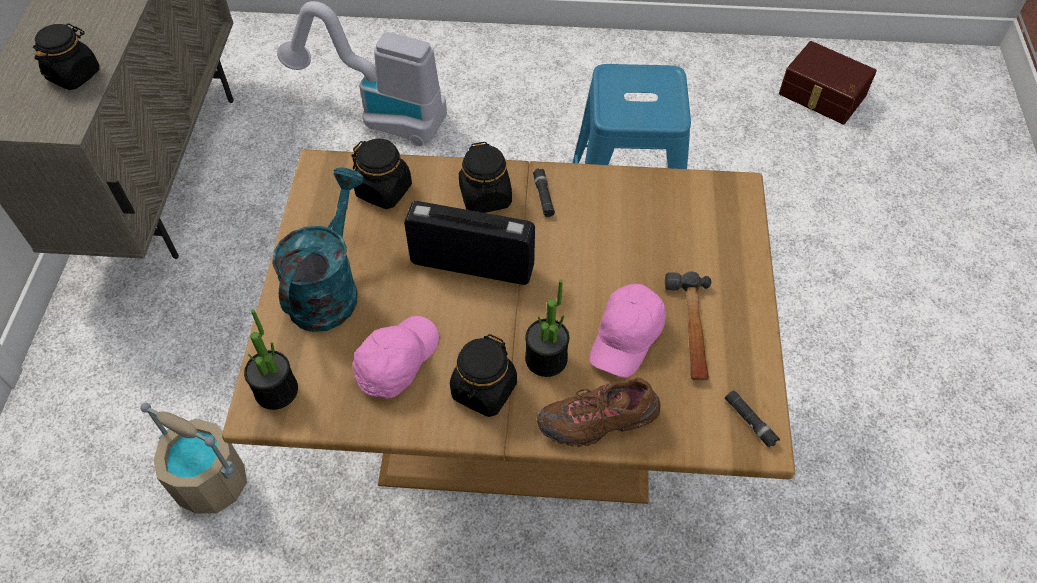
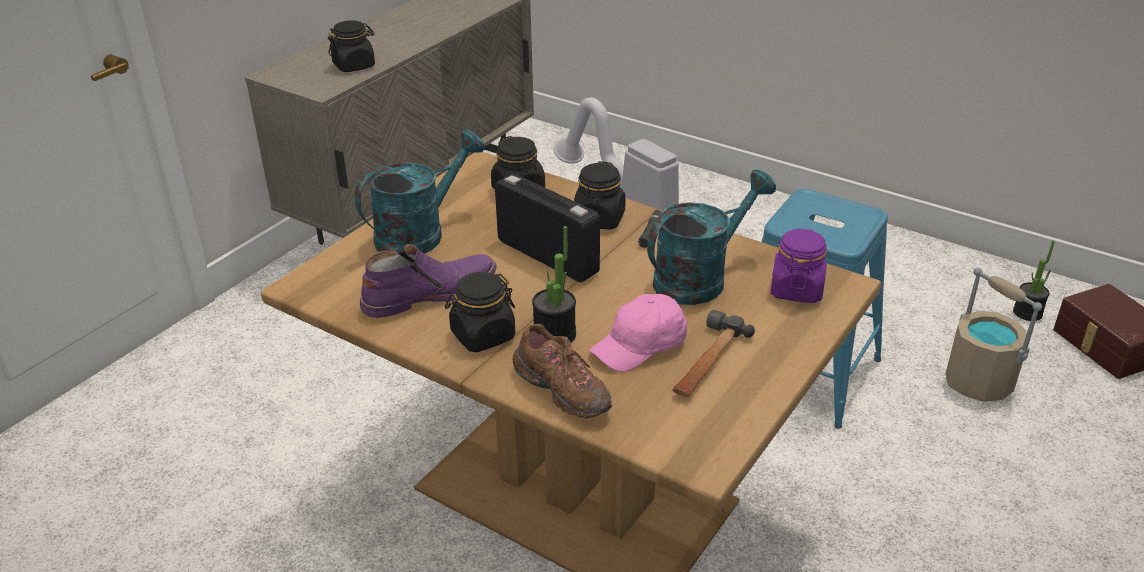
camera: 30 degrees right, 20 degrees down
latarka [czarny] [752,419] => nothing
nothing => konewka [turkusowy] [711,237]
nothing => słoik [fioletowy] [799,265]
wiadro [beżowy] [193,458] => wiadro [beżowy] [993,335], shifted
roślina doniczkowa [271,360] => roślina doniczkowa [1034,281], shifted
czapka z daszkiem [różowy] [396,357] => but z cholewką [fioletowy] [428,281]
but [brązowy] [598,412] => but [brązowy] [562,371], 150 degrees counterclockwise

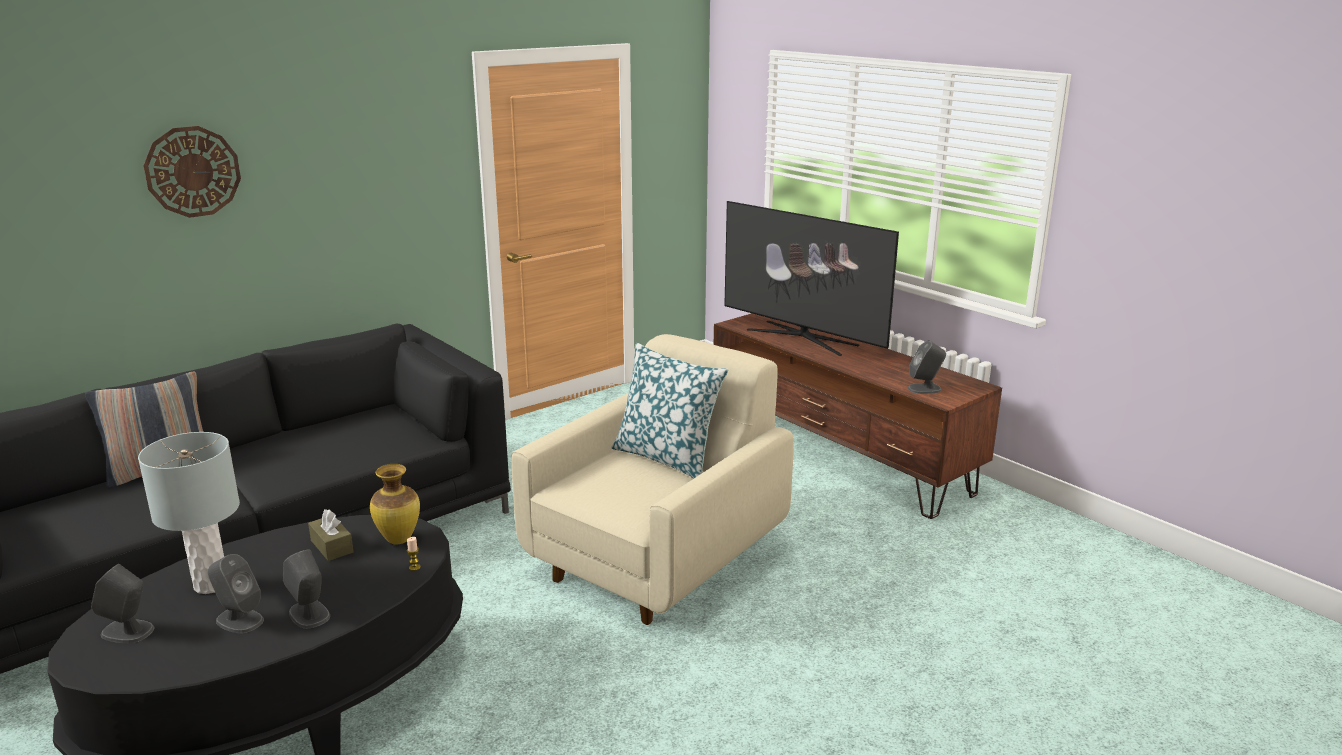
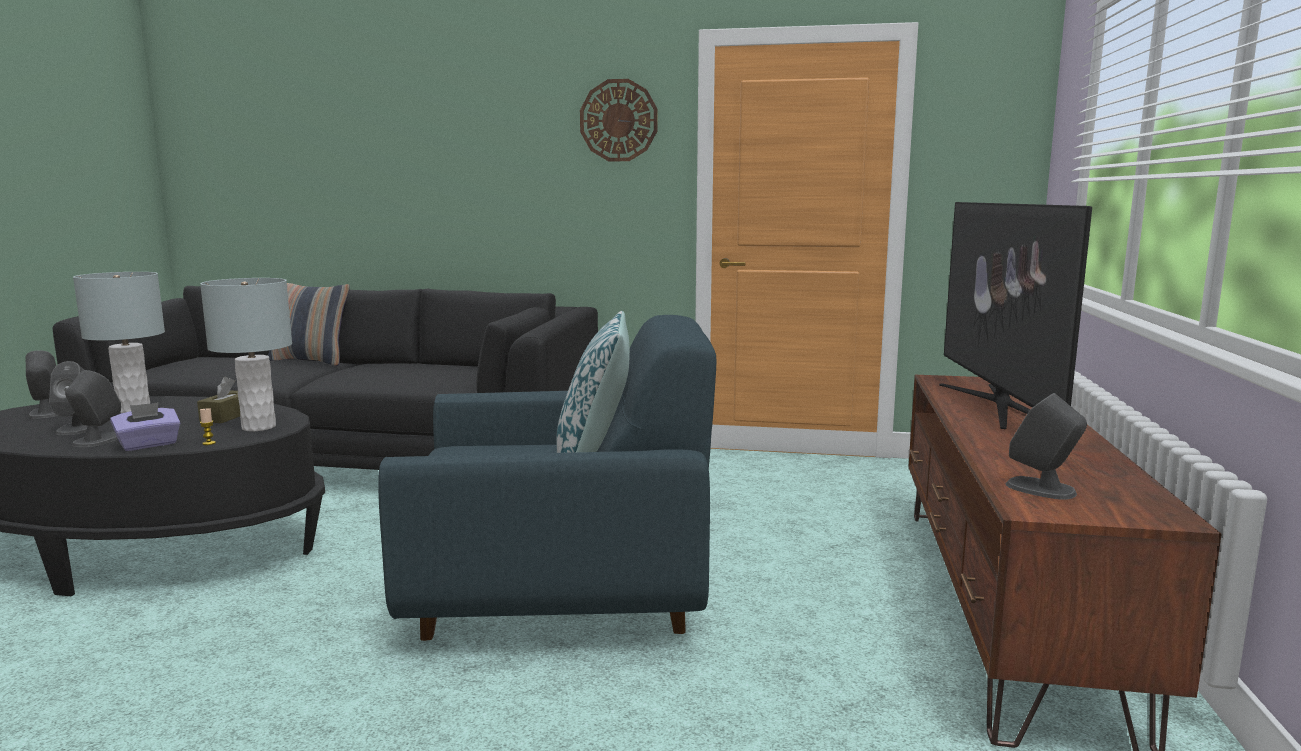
camera: 50 degrees right, 10 degrees down
nothing => pudełko chusteczek [fioletowy] [145,426]
zegar ścienny [192,172] => zegar ścienny [619,120], shifted
wazon [395,504] => lampa stołowa [szary] [246,354]
fotel [beżowy] [652,479] => fotel [niebieski] [547,478]

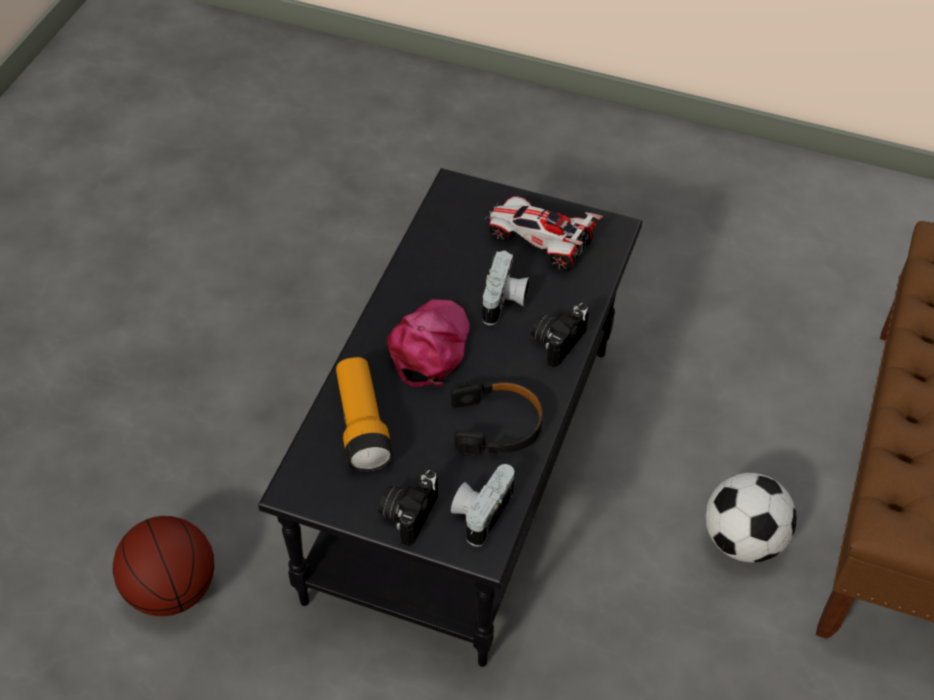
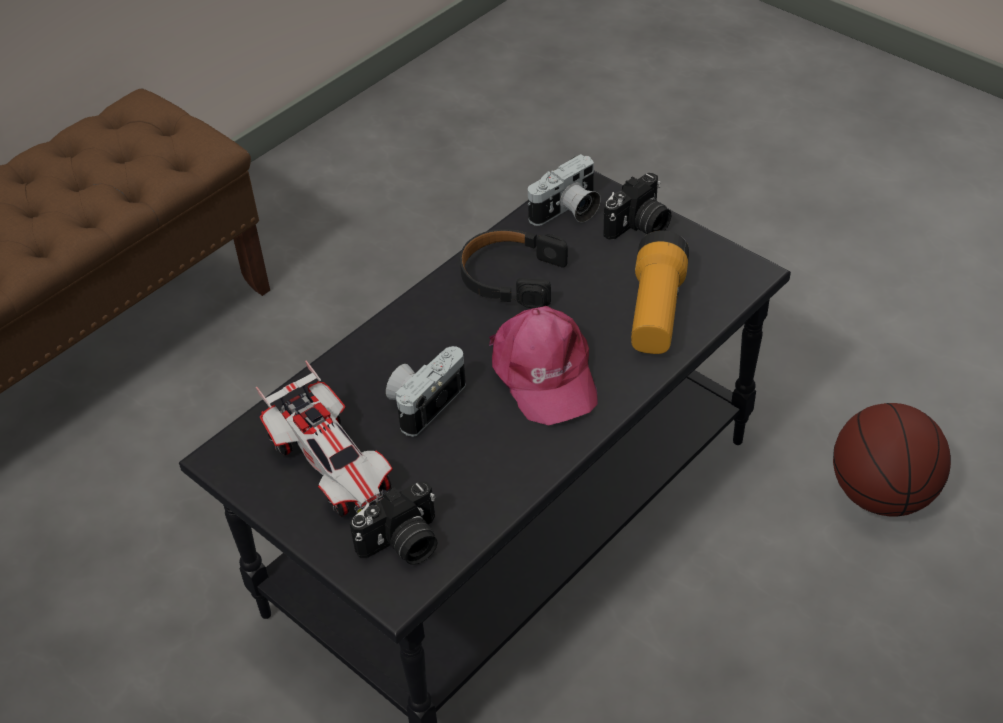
camera: 155 degrees left, 5 degrees down
piłka futbolowa [751,517] => nothing
aparat fotograficzny [560,335] => aparat fotograficzny [393,523], shifted
czapka z daszkiem [różowy] [428,343] => czapka z daszkiem [różowy] [543,365], 60 degrees counterclockwise

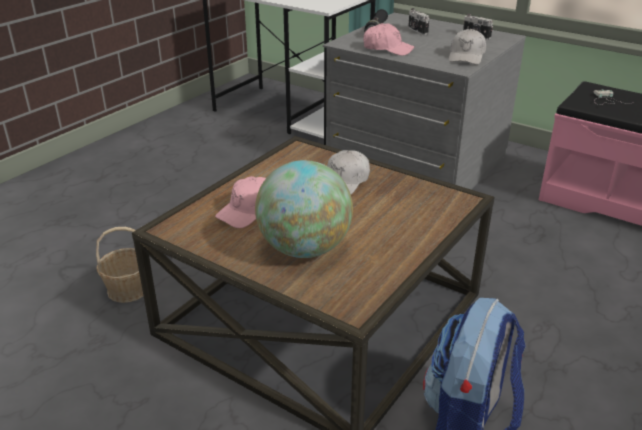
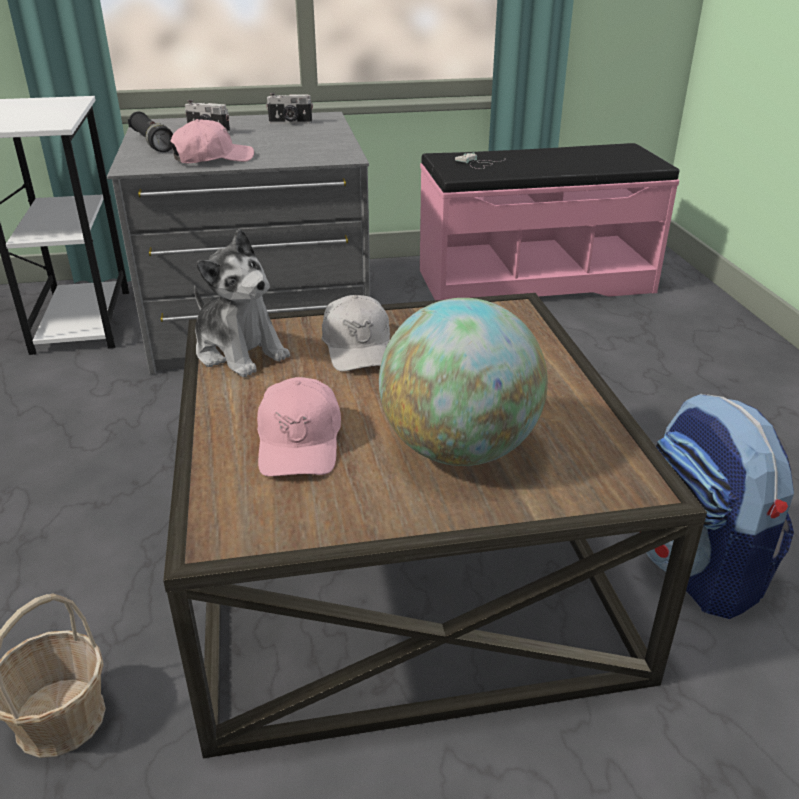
camera: 45 degrees left, 0 degrees up
czapka z daszkiem [biały] [467,47] => nothing
nothing => pluszak [242,303]

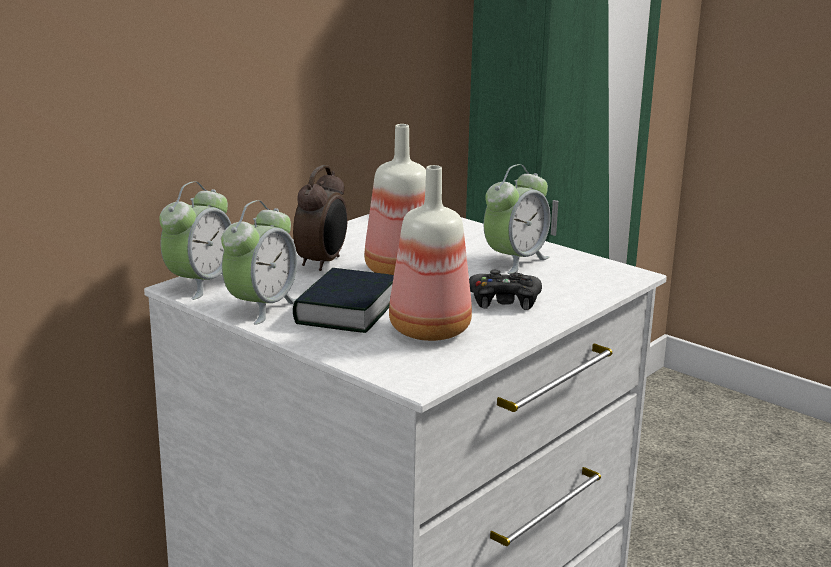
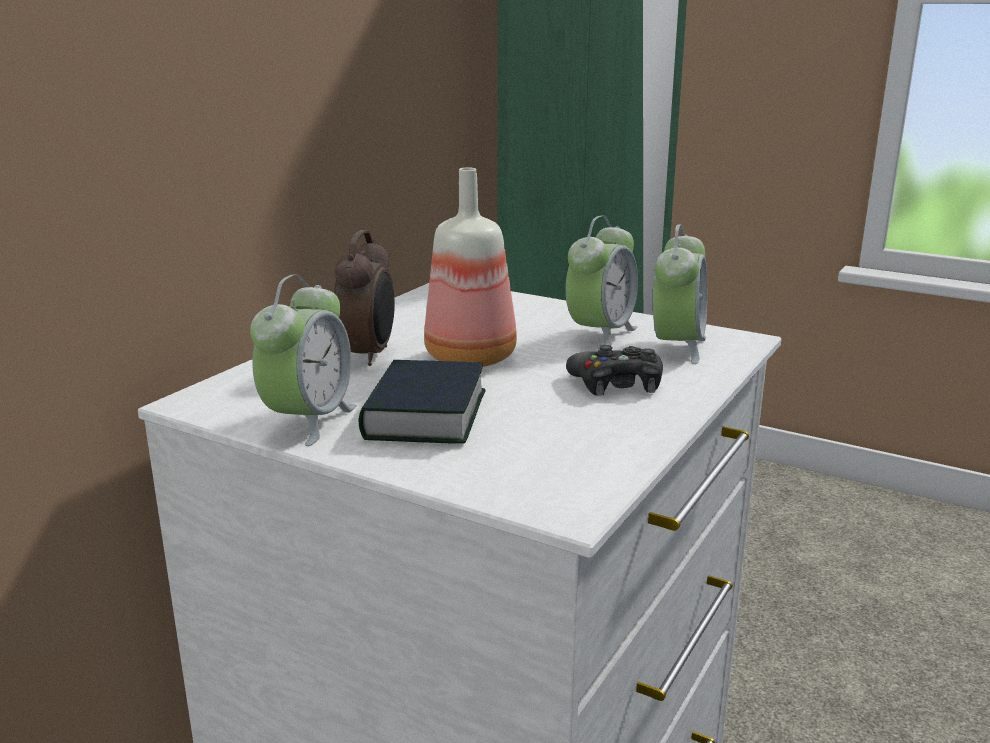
camera: 10 degrees left, 0 degrees up
butelka [430,253] => nothing
budzik [195,240] => budzik [680,294], shifted

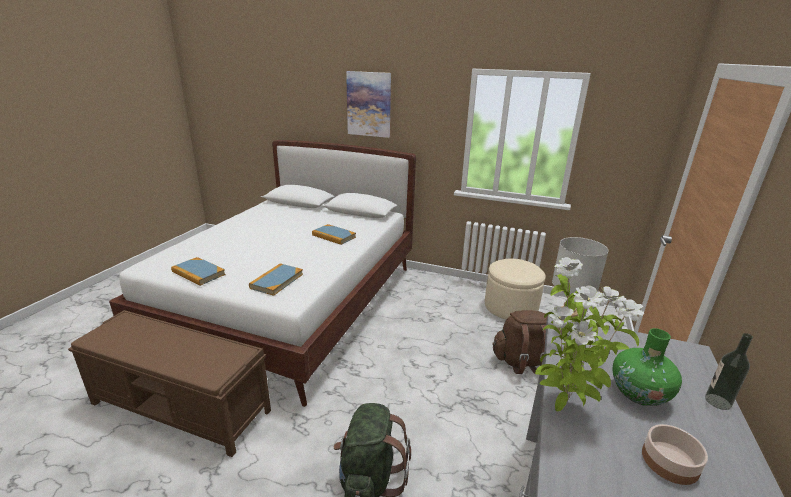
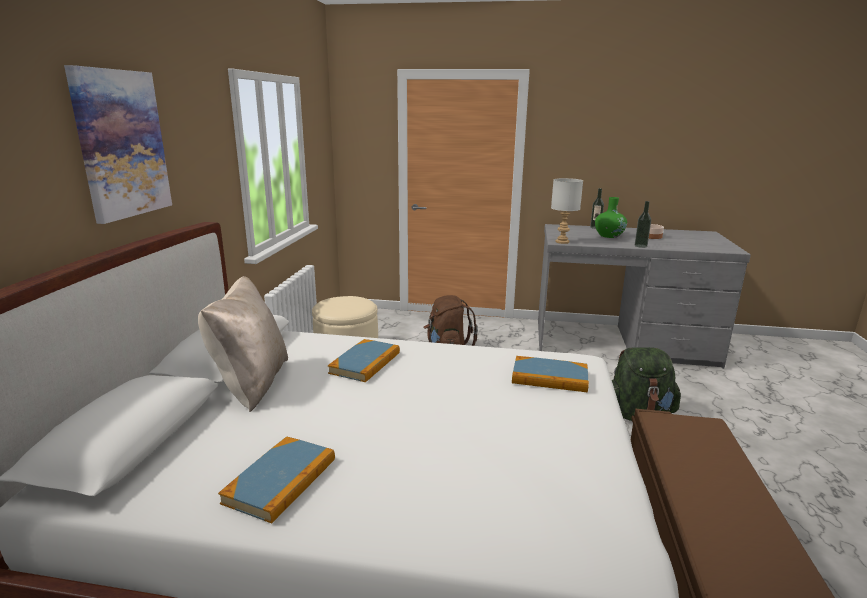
camera: 100 degrees left, 5 degrees down
nothing => poduszka [beżowy] [243,344]
książka [198,271] => książka [276,480], shifted
roślina doniczkowa [589,334] => butelka [643,224]

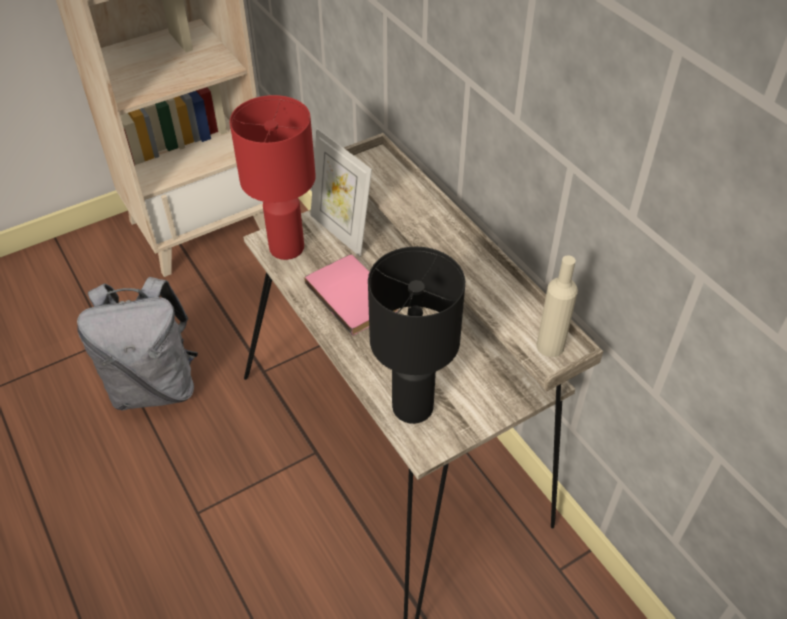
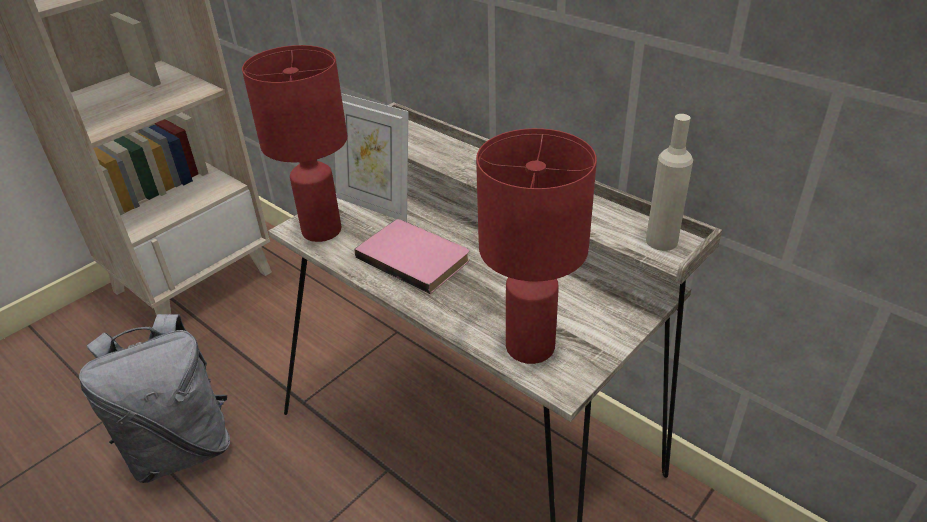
camera: 15 degrees left, 10 degrees down
lampa stołowa [czarny] [416,335] => lampa stołowa [czerwony] [536,246]

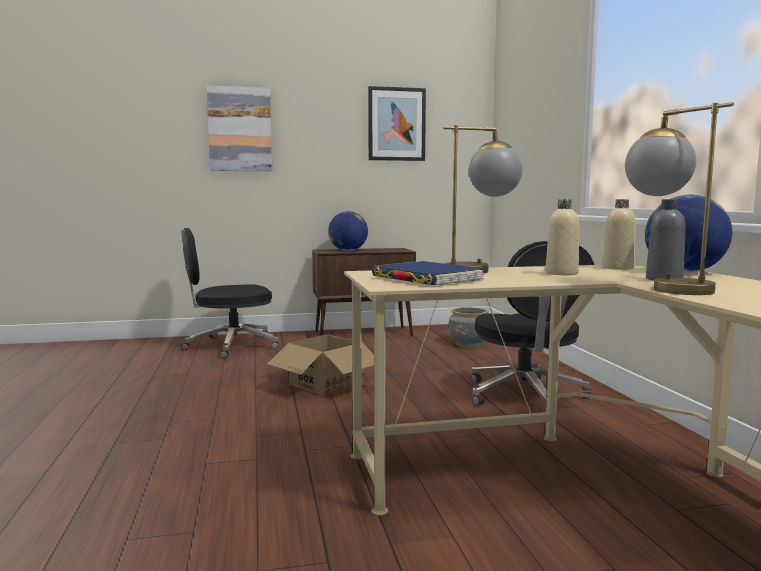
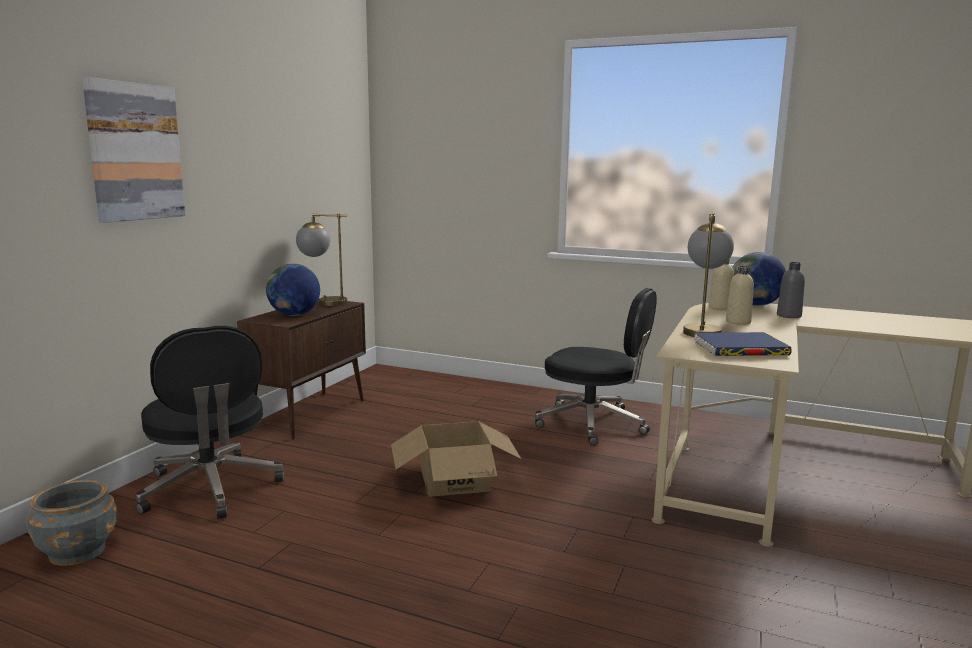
camera: 55 degrees left, 5 degrees up
obraz [397,123] => nothing
donica [szary] [468,327] => donica [szary] [71,523], shifted
lampa stołowa [679,198] => lampa stołowa [321,260], shifted
krzesło biurowe [czarny] [229,293] => krzesło biurowe [czarny] [210,422], 45 degrees counterclockwise

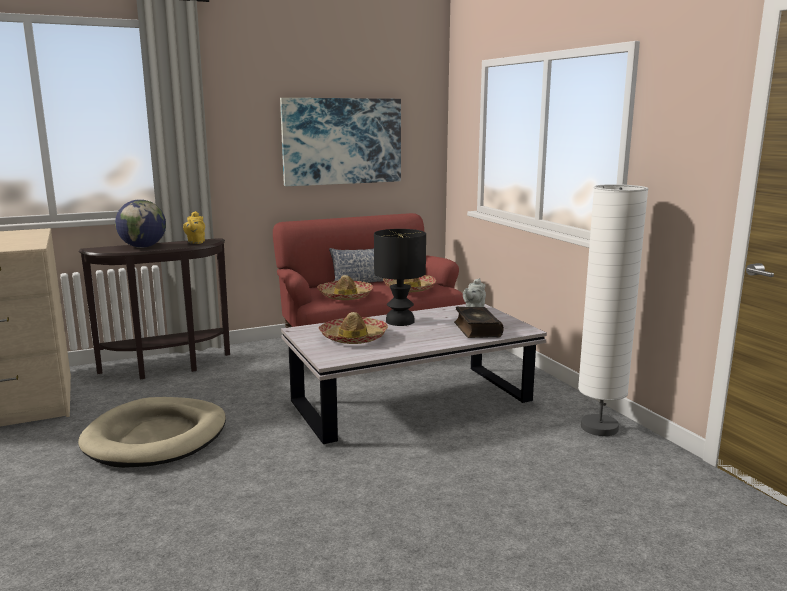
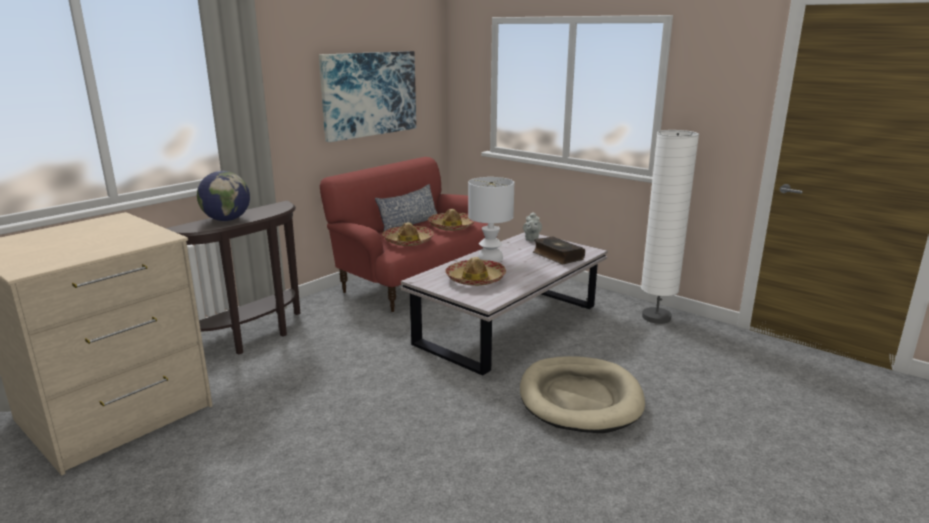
camera: 25 degrees left, 5 degrees up
imbryk [żółty] [194,227] => nothing
legowisko [beżowy] [152,432] => legowisko [beżowy] [582,394], shifted
lampa stołowa [czarny] [400,277] => lampa stołowa [biały] [491,219]

